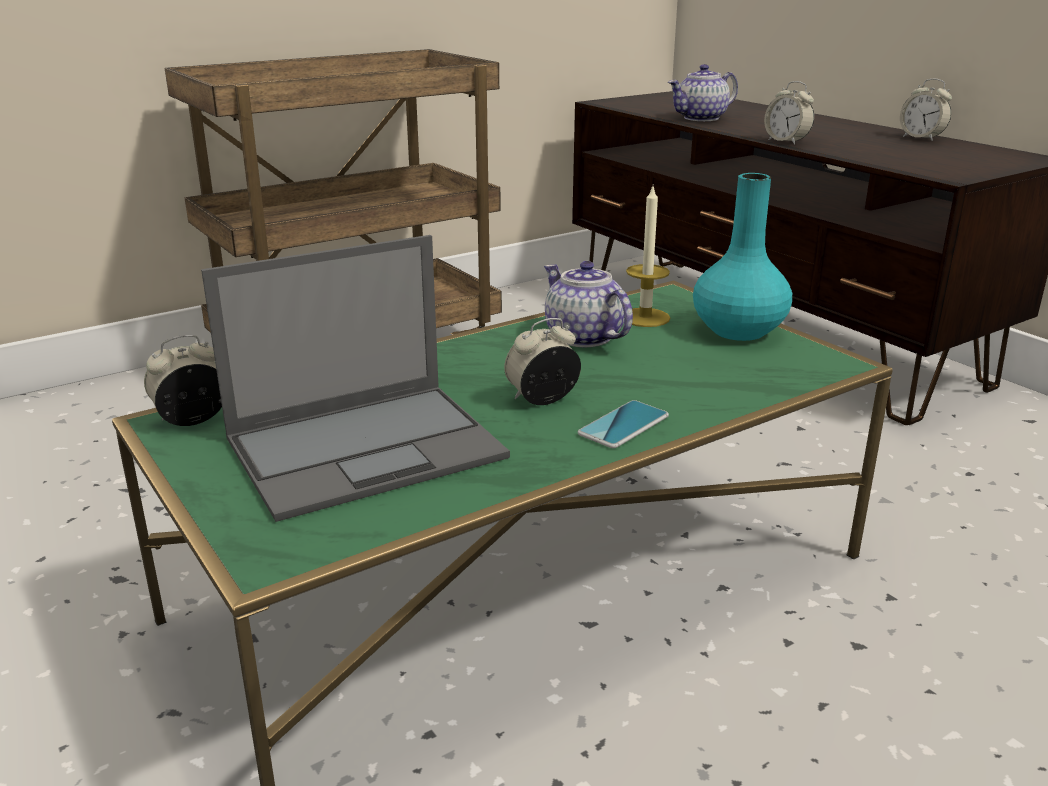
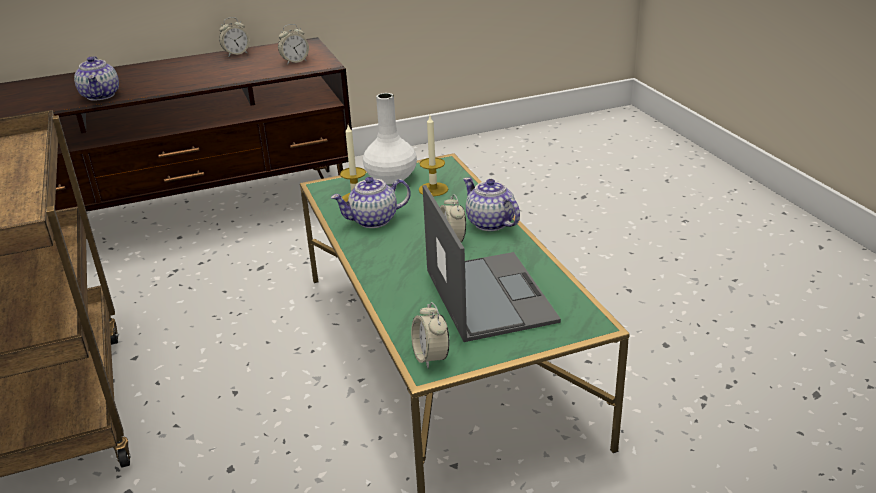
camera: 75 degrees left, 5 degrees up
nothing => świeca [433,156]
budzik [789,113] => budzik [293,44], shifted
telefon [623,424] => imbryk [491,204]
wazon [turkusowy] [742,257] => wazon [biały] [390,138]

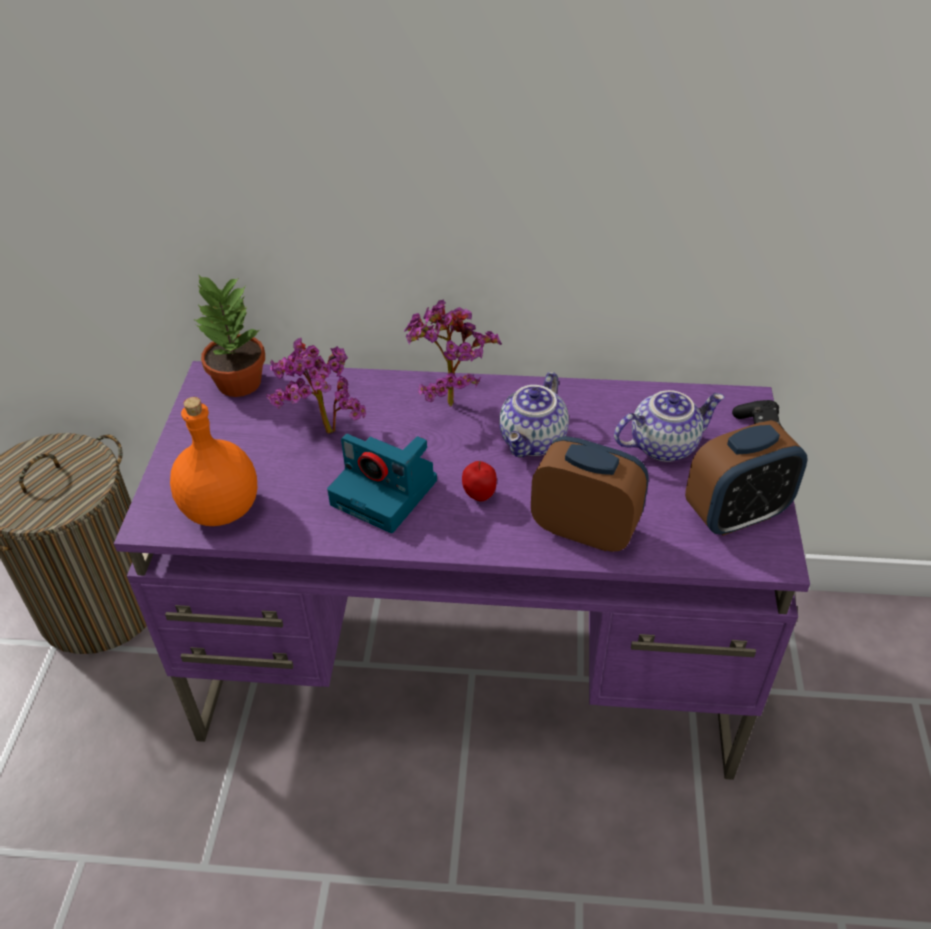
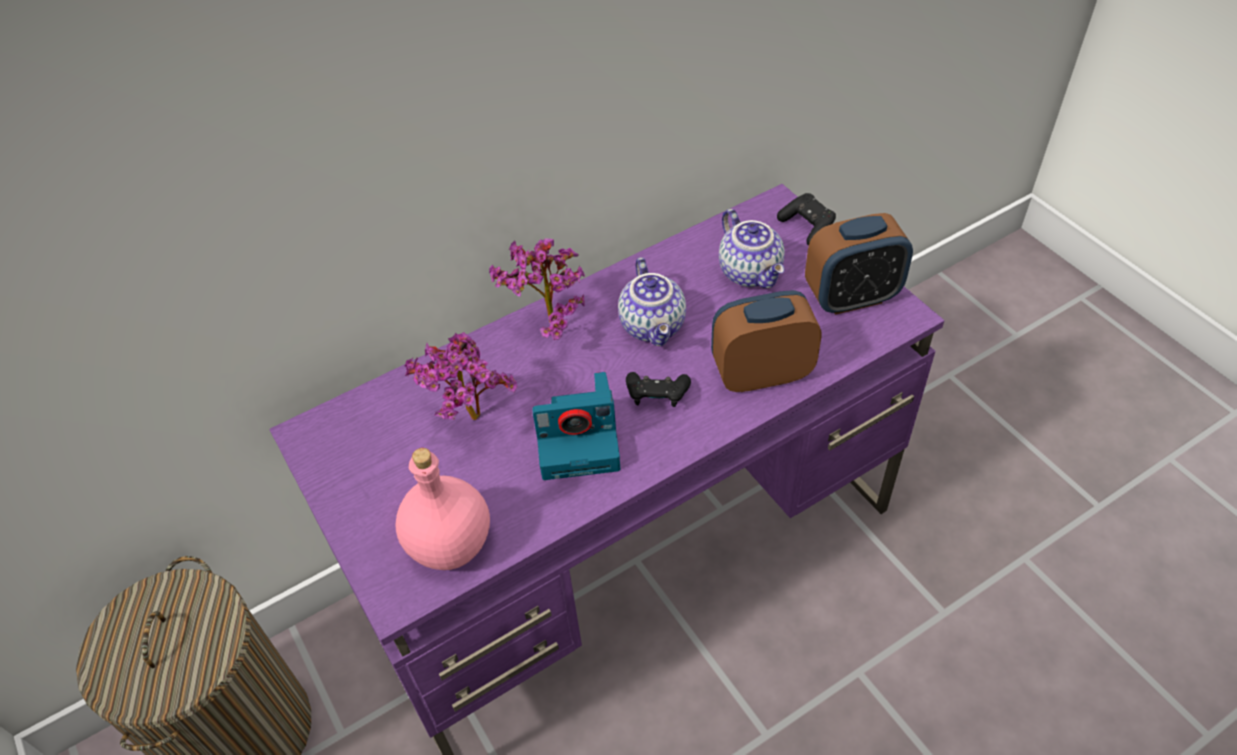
camera: 35 degrees left, 5 degrees up
roślina doniczkowa [229,335] => nothing
jabłko [479,481] => pad do gier [czarny] [658,389]
butelka [pomarańczowy] [213,461] => butelka [różowy] [442,509]
imbryk [669,426] => imbryk [752,248], 120 degrees clockwise
budzik [746,478] => budzik [859,264], 45 degrees clockwise

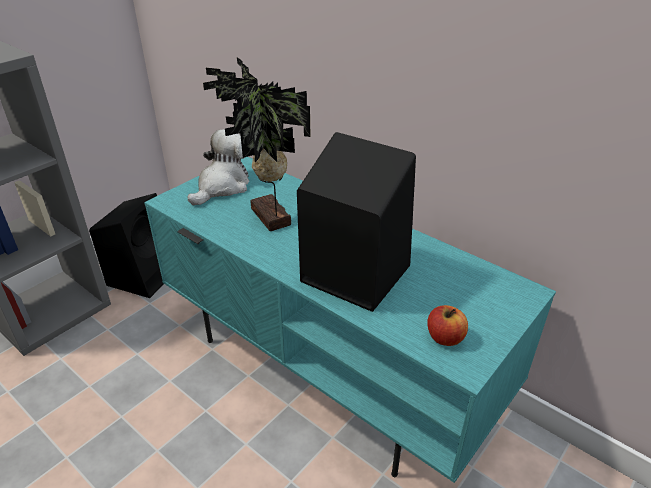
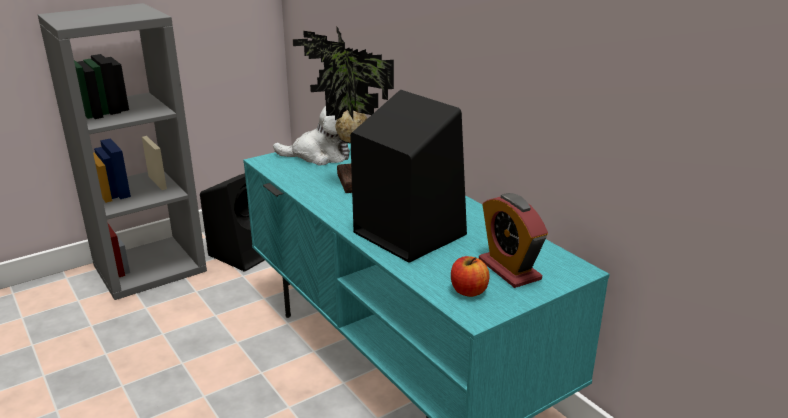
camera: 15 degrees right, 10 degrees down
nothing => budzik [513,240]
pluszak [218,167] => pluszak [311,136], 45 degrees clockwise

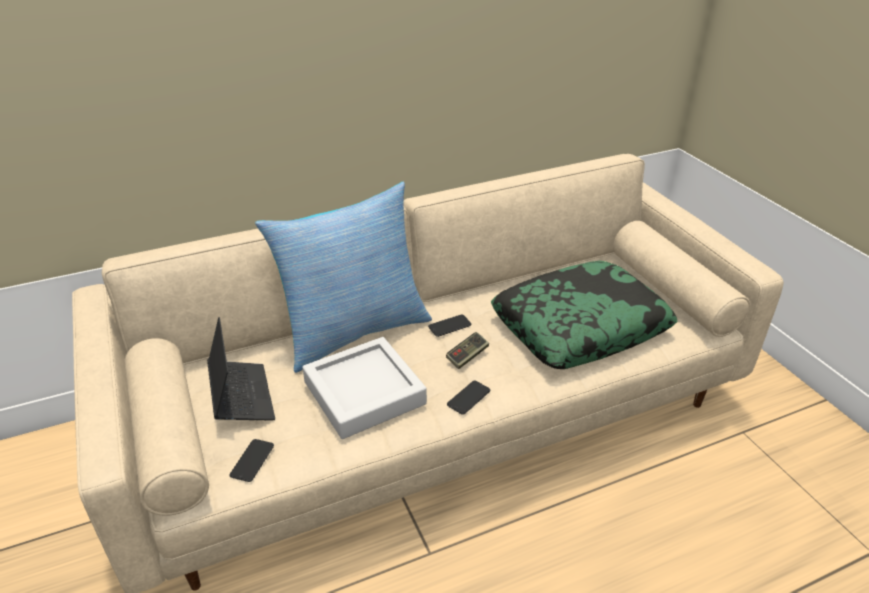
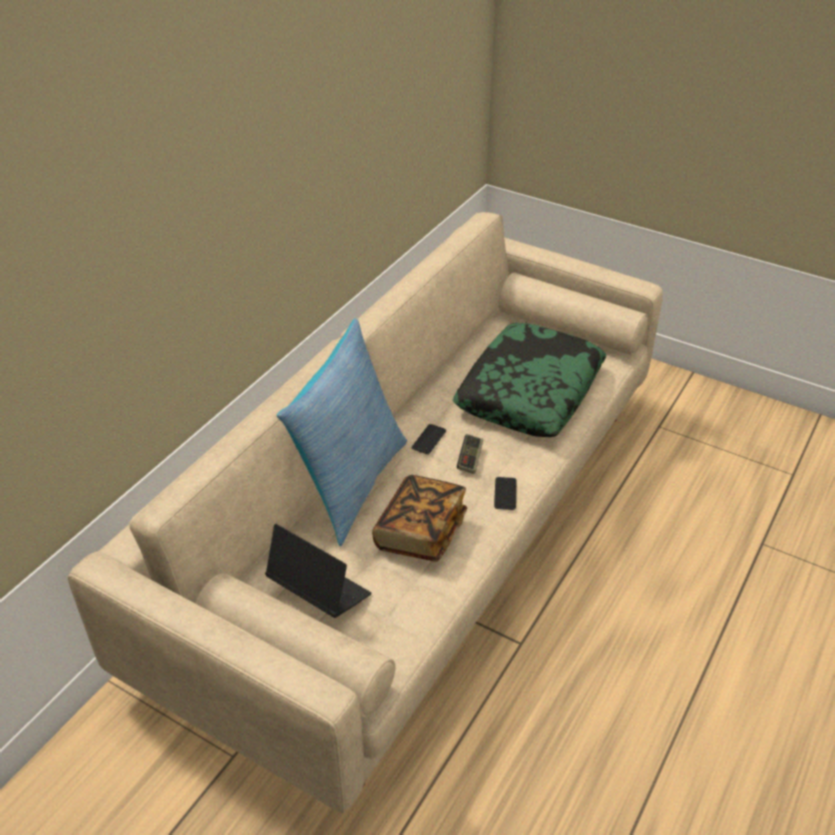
camera: 35 degrees left, 5 degrees up
telefon [252,460] => nothing
taca [szary] [364,388] => książka [419,518]

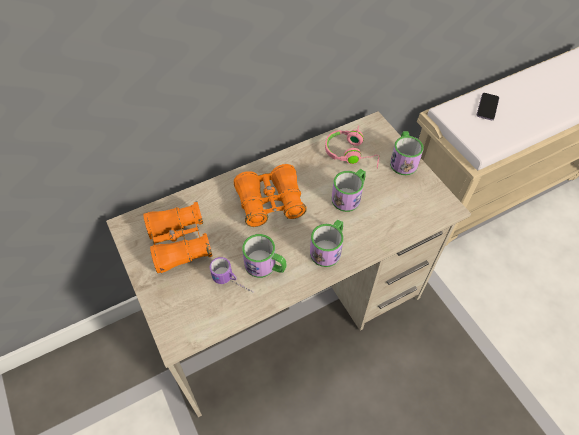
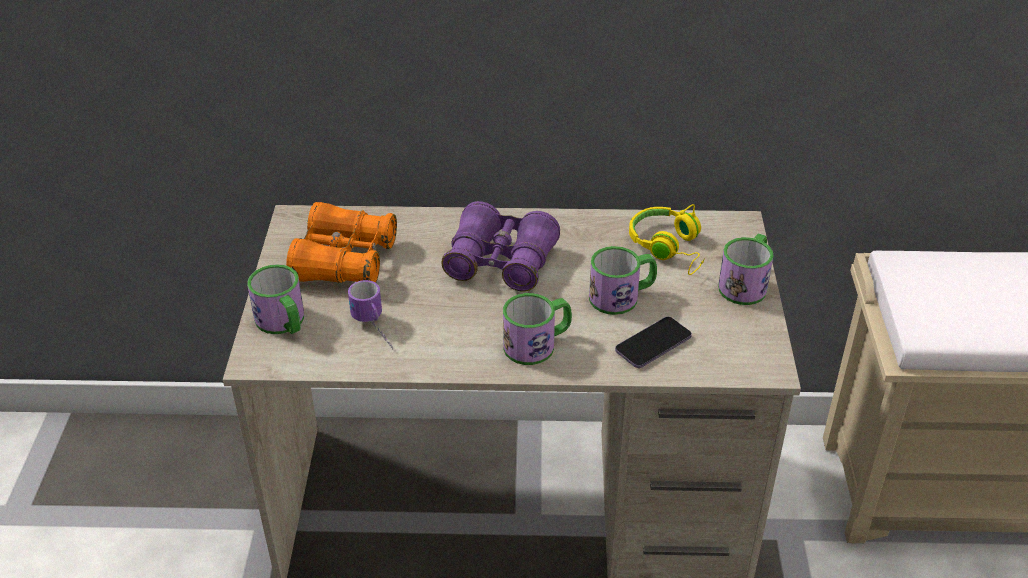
camera: 30 degrees right, 15 degrees down
kubek [264,256] => kubek [275,299], shifted
telefon [488,106] => telefon [653,342], shifted
lornetka [pomarańczowy] [270,195] => lornetka [fioletowy] [500,246]
słuchawki [różowy] [352,147] => słuchawki [żółty] [667,239]

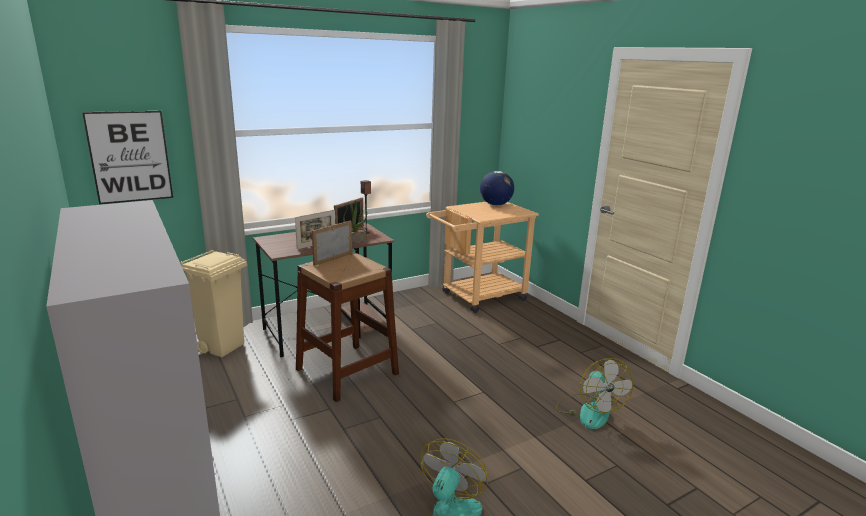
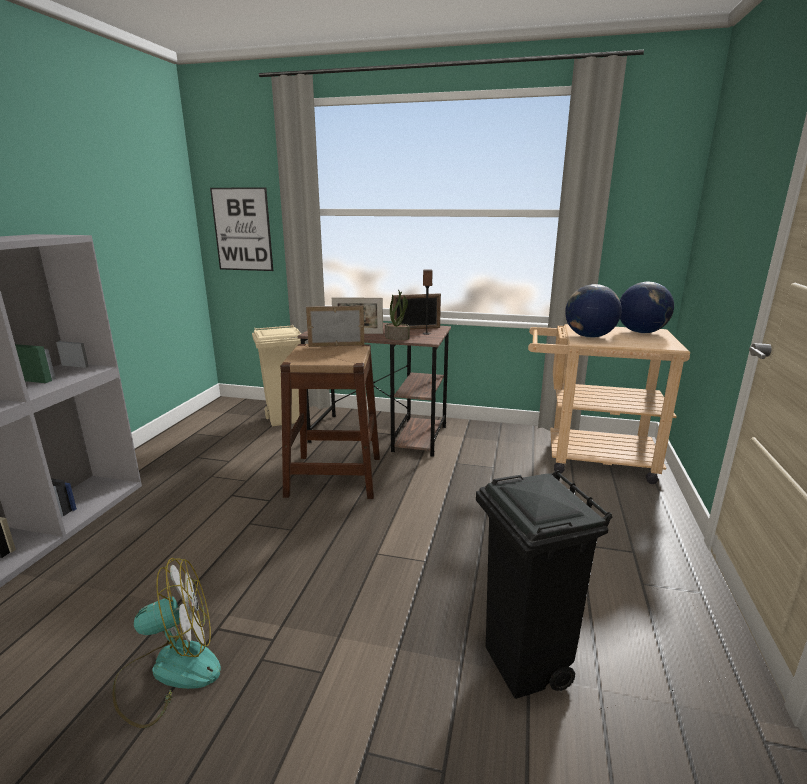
camera: 45 degrees right, 0 degrees up
nothing => globus [593,311]
wentylator [594,393] => kosz na śmieci [czarny] [544,584]

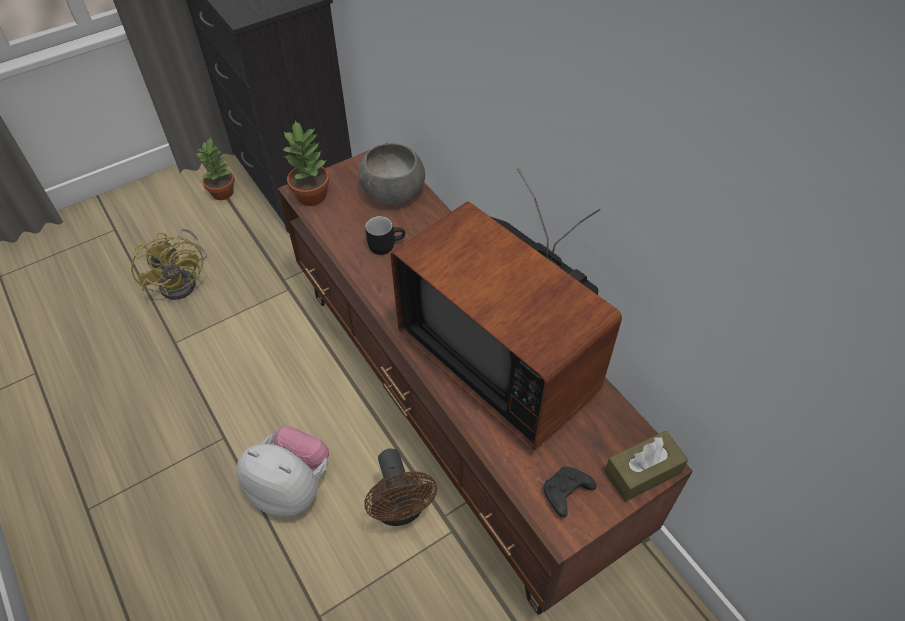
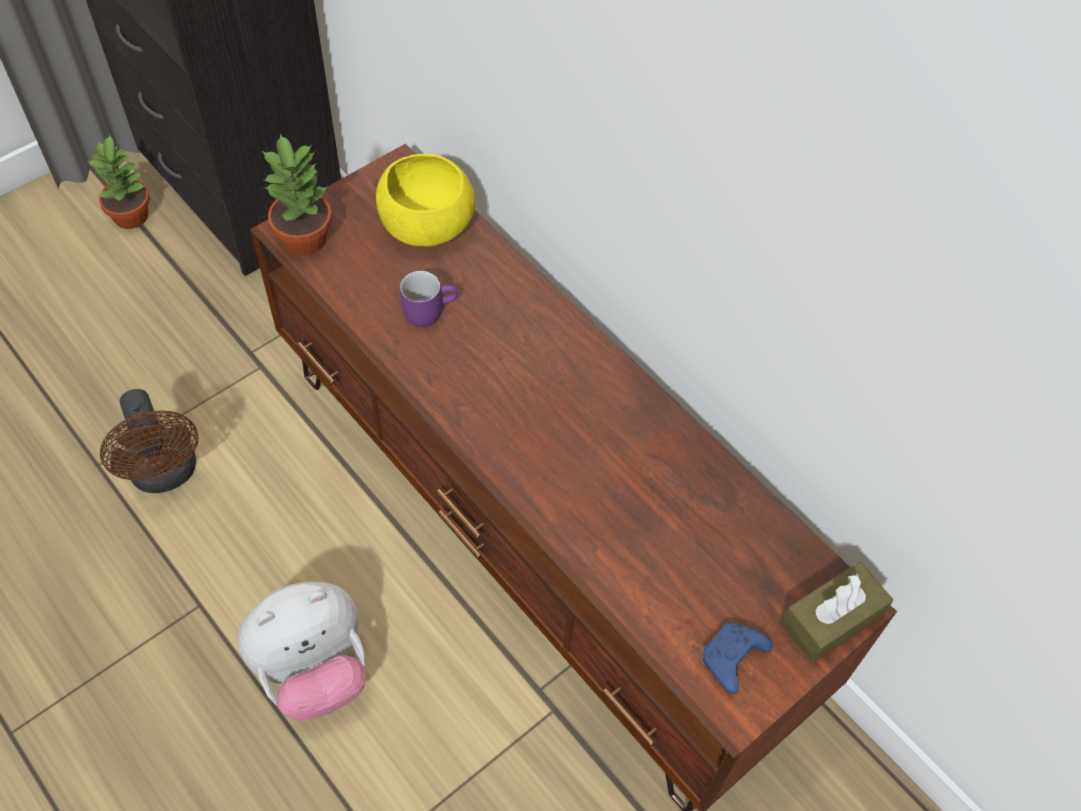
camera: 10 degrees left, 5 degrees up
wentylator [żółty] [169,264] => nothing
telewizor [506,309] => nothing
wentylator [brązowy] [400,487] => wentylator [brązowy] [149,441], shifted
miska [szary] [392,173] => miska [żółty] [425,200]
kubek [czarny] [385,235] => kubek [fioletowy] [429,299]
pad do gier [czarny] [569,491] => pad do gier [niebieski] [737,658]
pluszak [283,471] => pluszak [302,651], 135 degrees clockwise

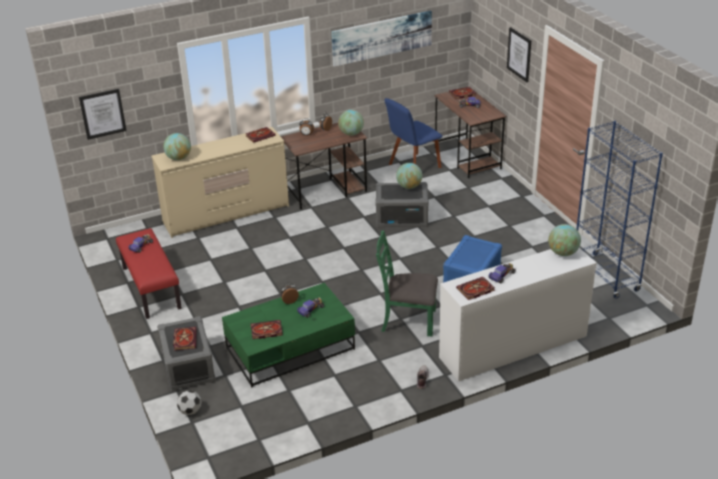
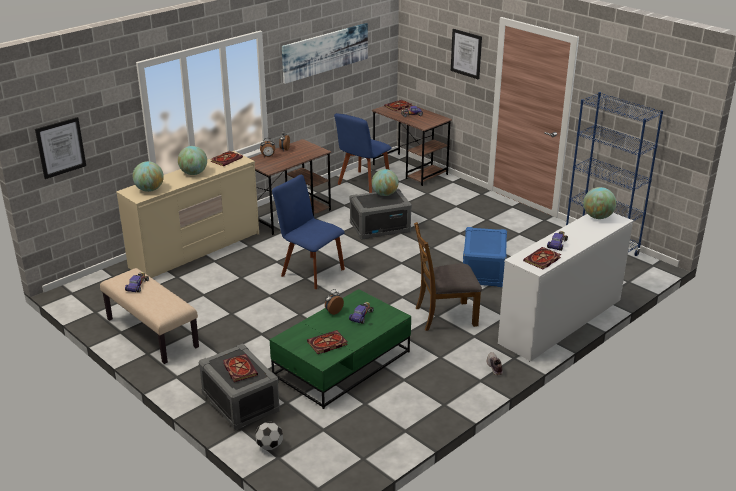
camera: 20 degrees left, 5 degrees down
nothing => krzesło [niebieski] [308,232]
globus [351,122] => globus [192,160], shifted
ławka [czerwony] [149,273] => ławka [beżowy] [149,316]
krzesło [zielony] [407,283] => krzesło [brązowy] [448,276]

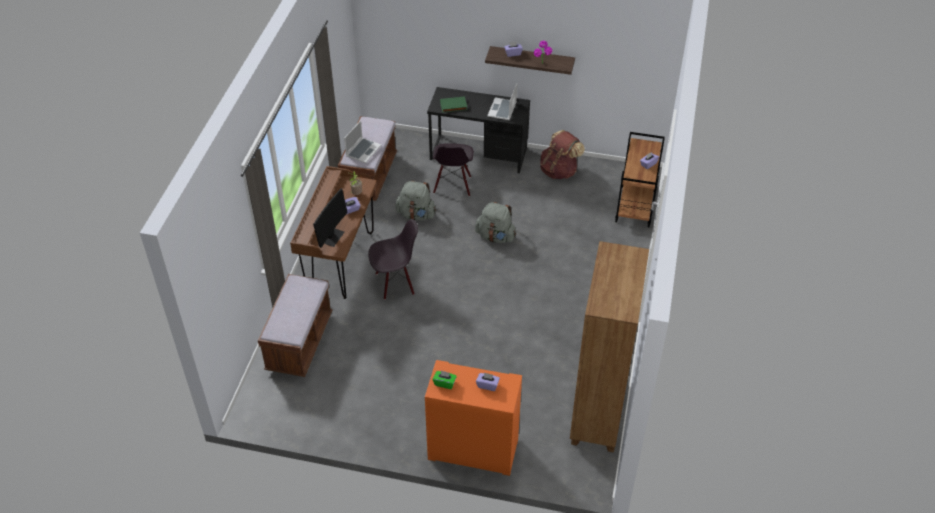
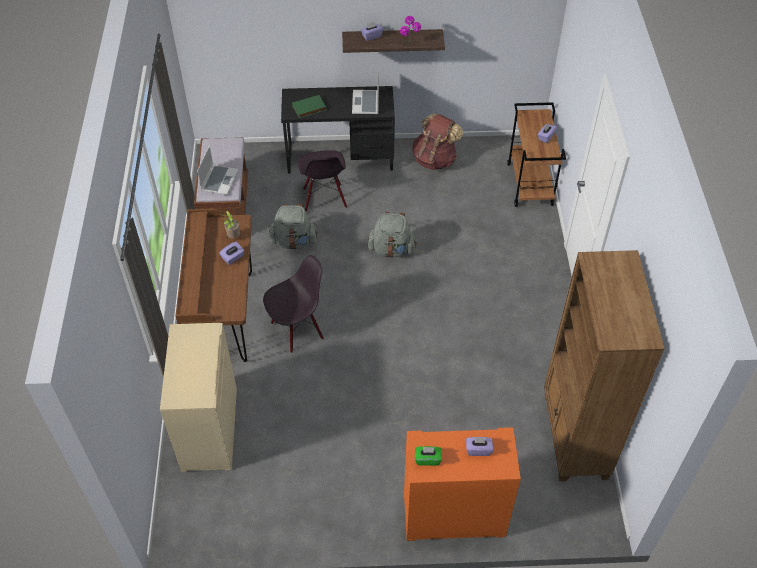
camera: 15 degrees left, 5 degrees up
monitor [330,218] => nothing
ławka [brązowy] [295,325] => szafka [beżowy] [198,397]

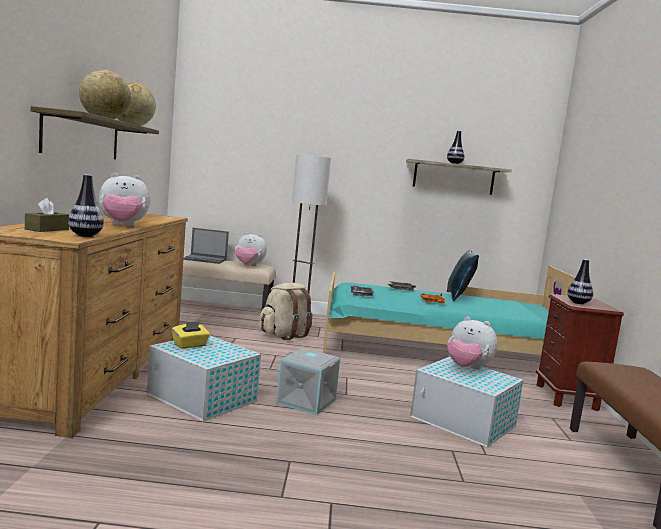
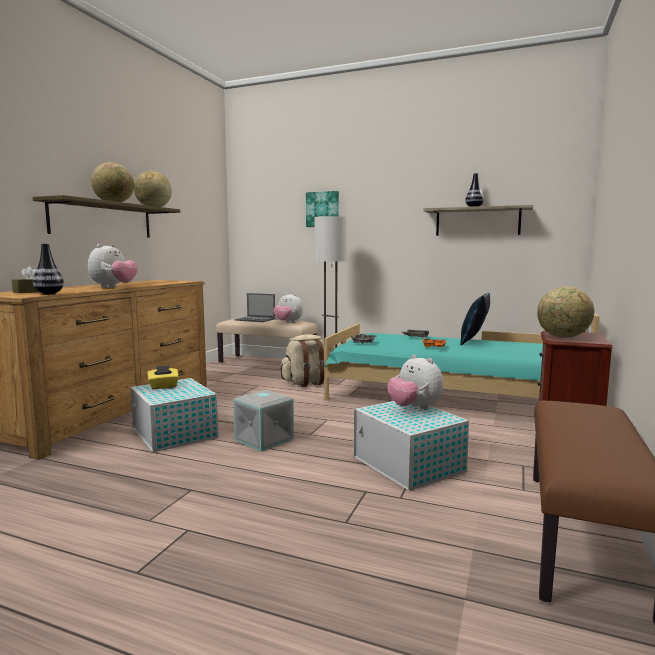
camera: 20 degrees right, 0 degrees up
nothing => obraz [322,209]
wazon [580,281] => globus [566,312]
pluszak [124,199] => pluszak [113,266], 75 degrees counterclockwise

